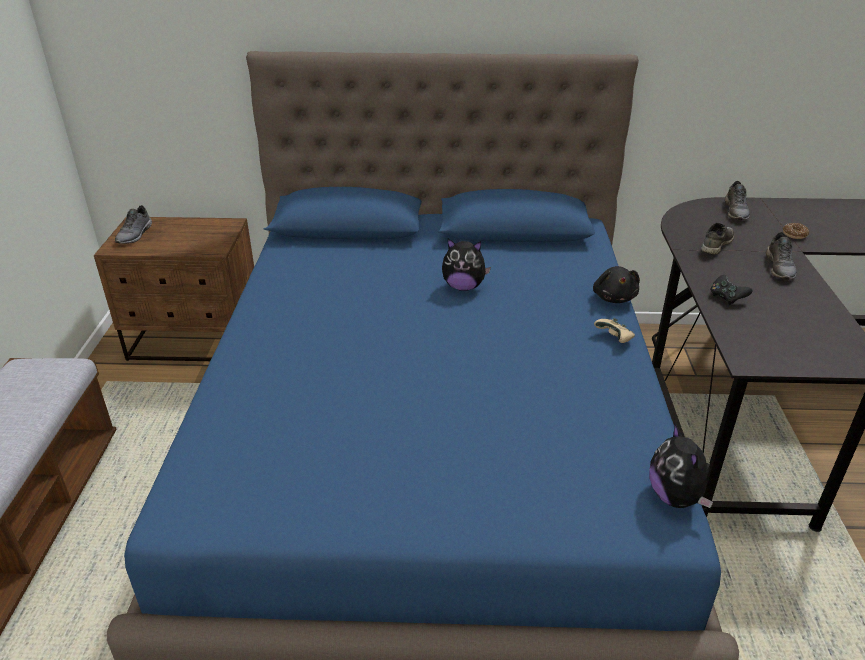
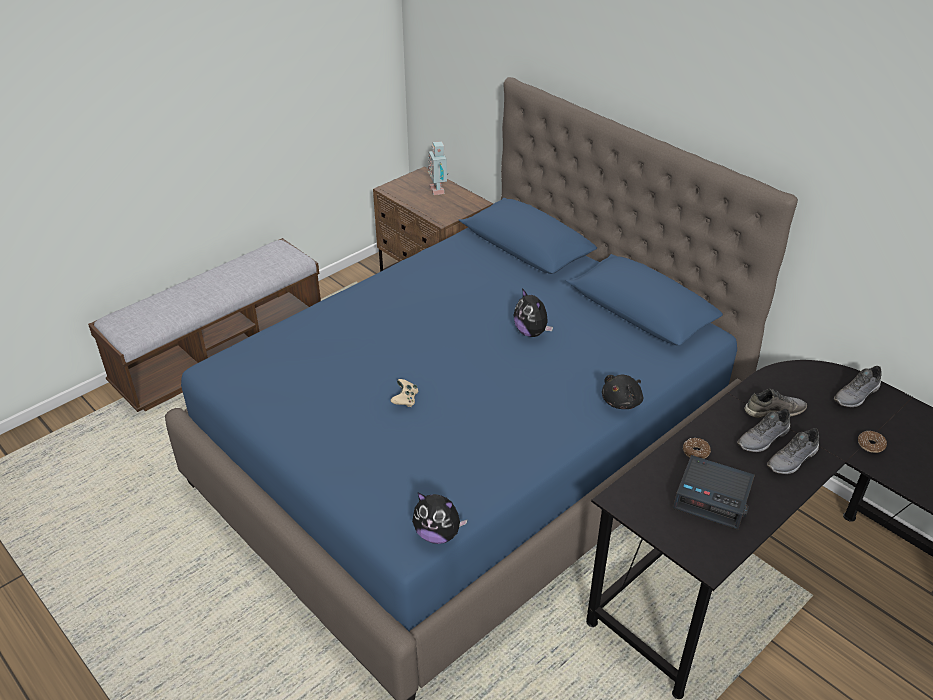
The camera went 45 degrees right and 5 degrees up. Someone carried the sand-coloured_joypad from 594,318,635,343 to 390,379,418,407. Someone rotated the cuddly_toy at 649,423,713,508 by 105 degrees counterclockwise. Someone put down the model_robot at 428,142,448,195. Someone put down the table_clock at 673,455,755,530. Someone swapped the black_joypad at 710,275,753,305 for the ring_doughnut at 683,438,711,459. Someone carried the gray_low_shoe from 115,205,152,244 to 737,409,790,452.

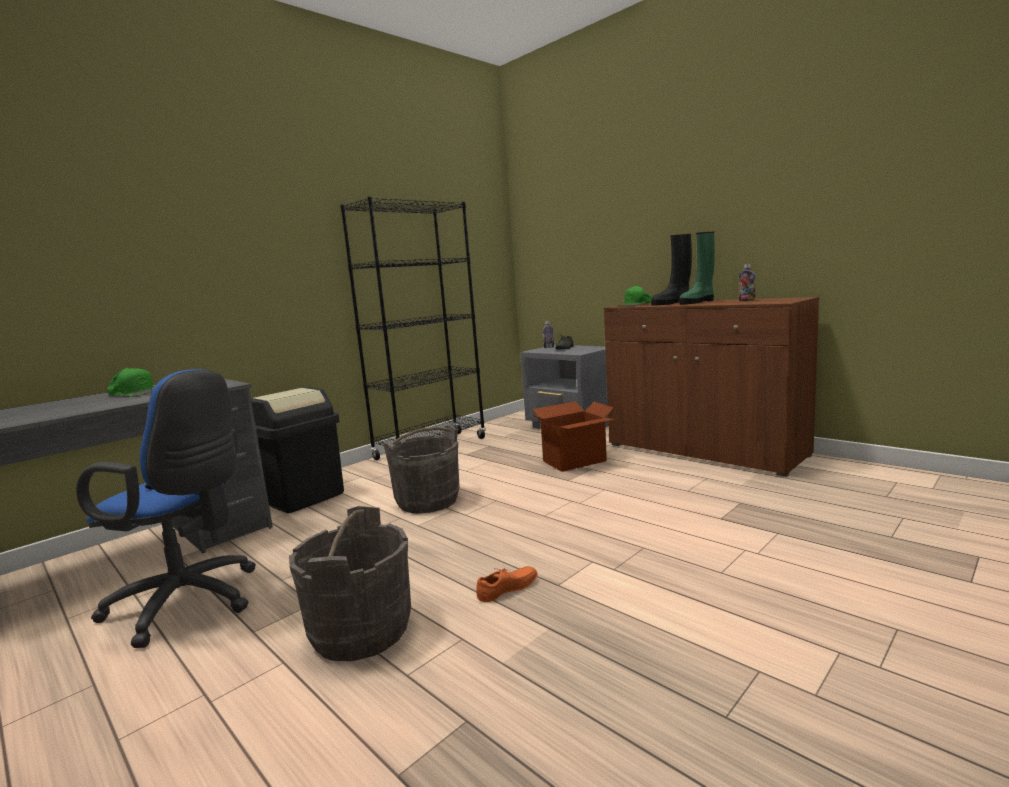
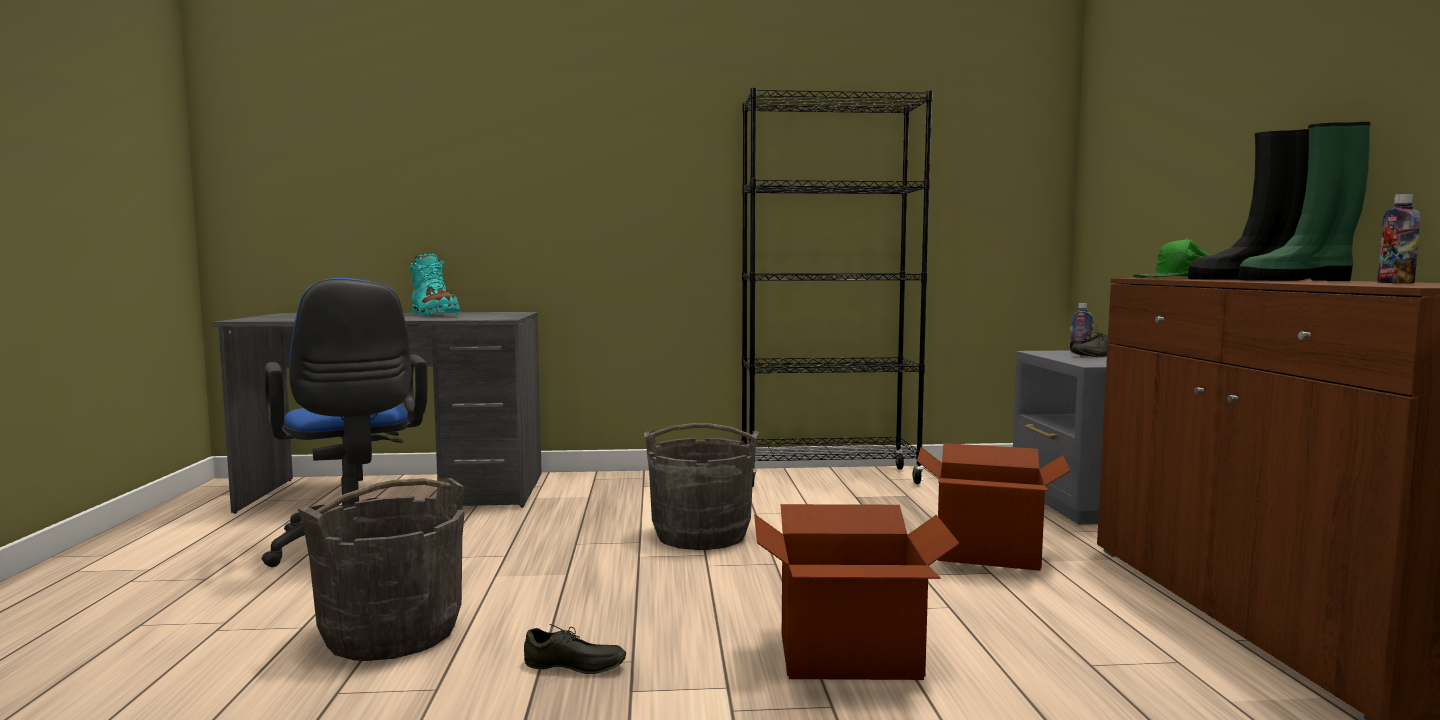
The camera went 40 degrees right and 5 degrees down. Someone swapped the green_peaked_cap at 107,368,155,397 for the turquoise_boot at 409,253,460,316. Someone repainted the orangey_low_shoe at 476,566,538,602, which became the gray_low_shoe at 524,624,626,674. Someone put down the packing_box at 754,504,960,680. Someone took away the black_trash_can at 251,387,344,513.

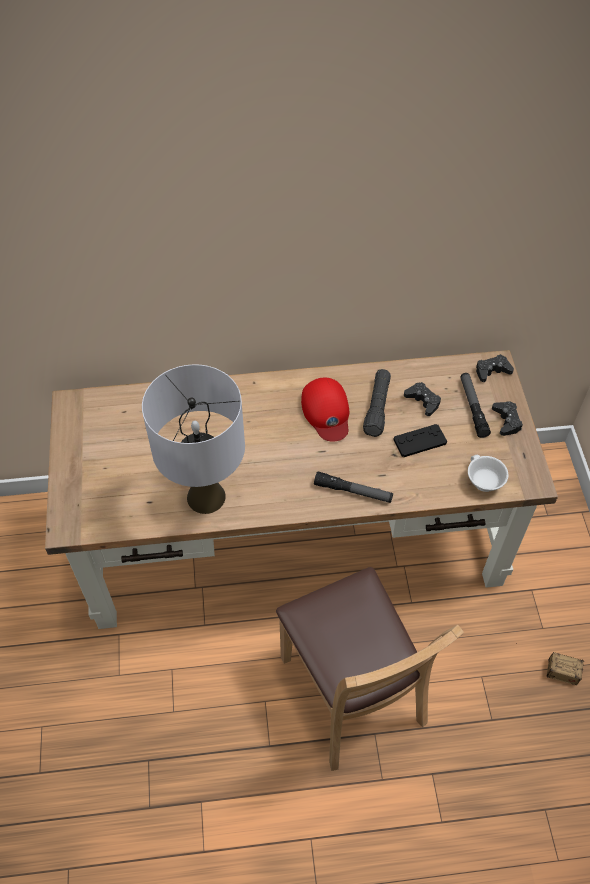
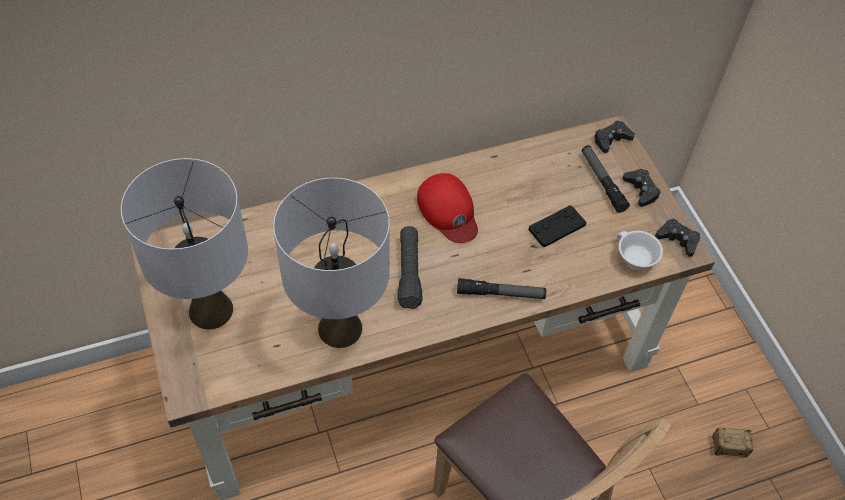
The camera went 15 degrees left and 0 degrees up. Someone put down the gray_lamp_for_a_table at 121,158,248,329. Someone carried the black_hand_torch from 363,369,391,437 to 398,226,422,309. Someone carried the black_joypad from 404,382,441,416 to 655,218,700,257.

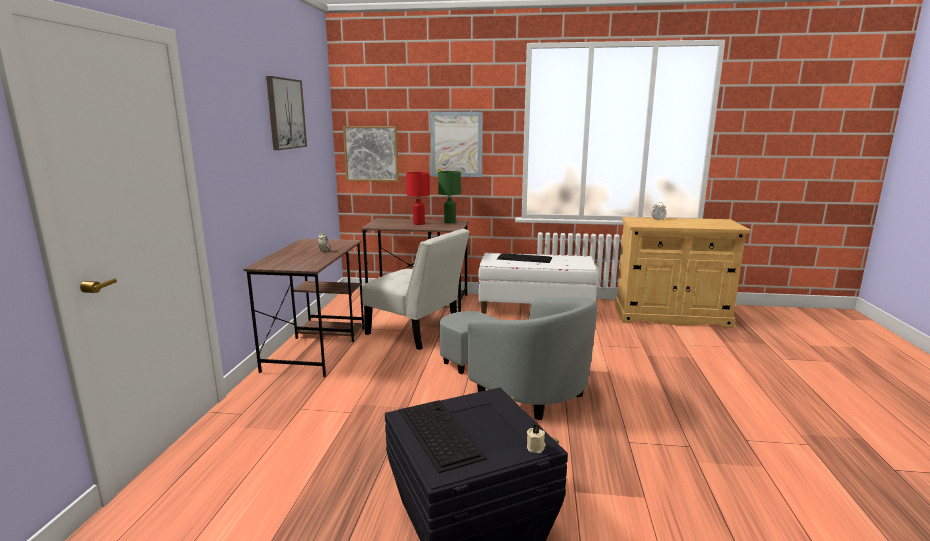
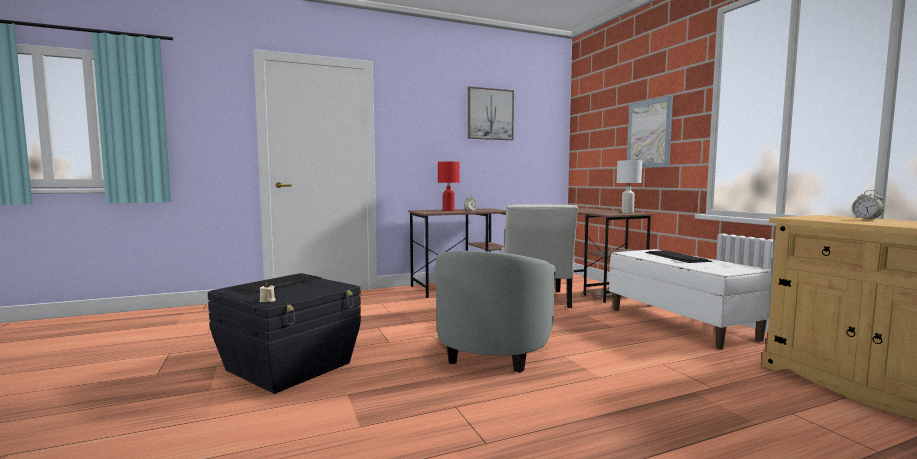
The camera went 60 degrees right and 10 degrees down. Someone carried the red_lamp_for_a_table from 406,172,430,225 to 438,162,460,211. Someone repainted the green_lamp_for_a_table at 438,171,461,223, which became the white-coloured_lamp_for_a_table at 617,160,642,213. Someone took away the picture at 343,126,399,182.

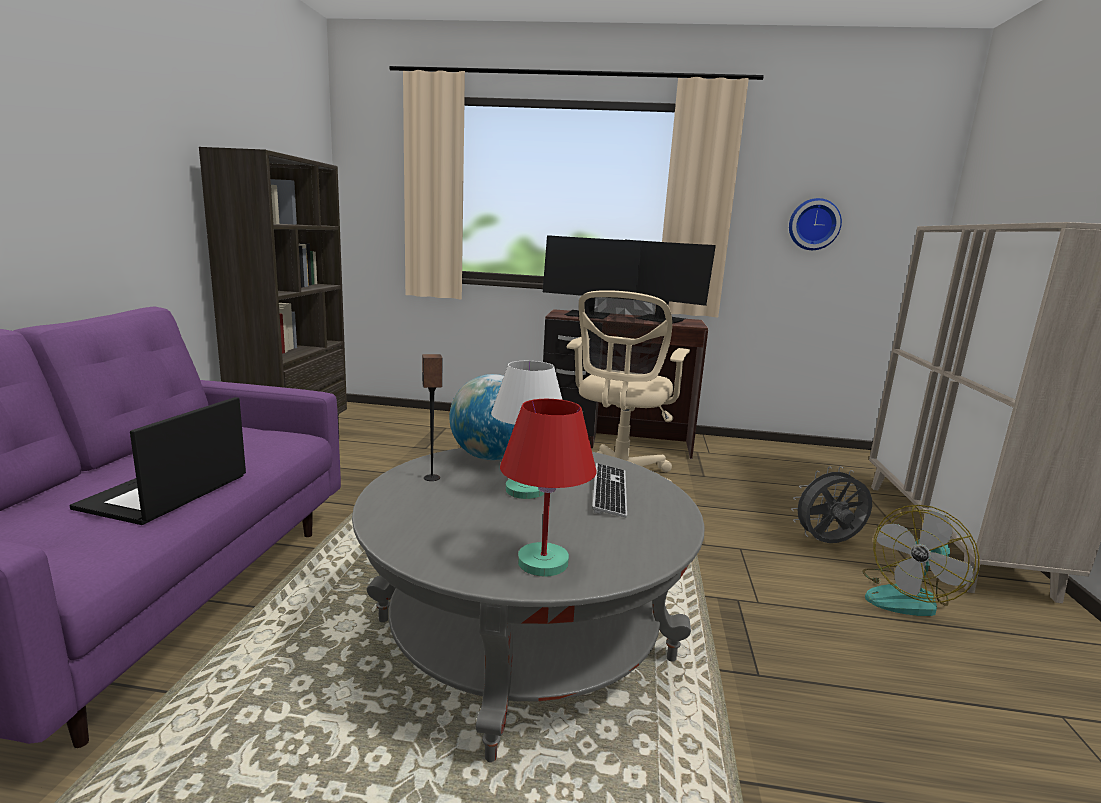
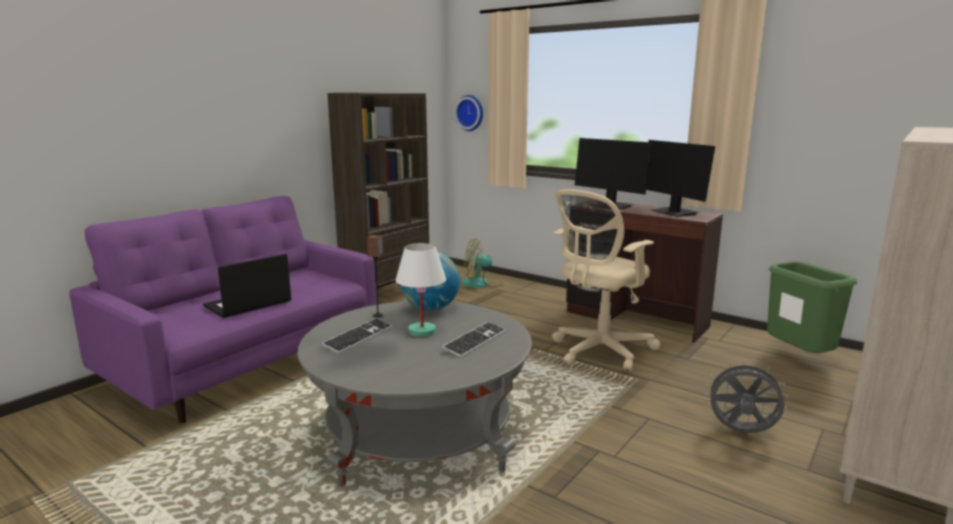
The camera went 30 degrees right and 0 degrees up. Someone put down the keyboard at 321,318,392,353. Someone carried the hanging_clock from 789,198,842,250 to 454,95,483,131. Someone carried the cooling_fan from 862,505,980,616 to 461,238,503,288. Someone put down the green_trash_can at 767,261,857,353. Someone took away the red_lamp_for_a_table at 500,399,597,577.

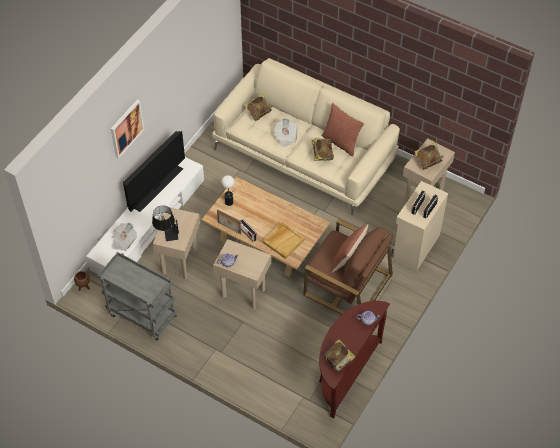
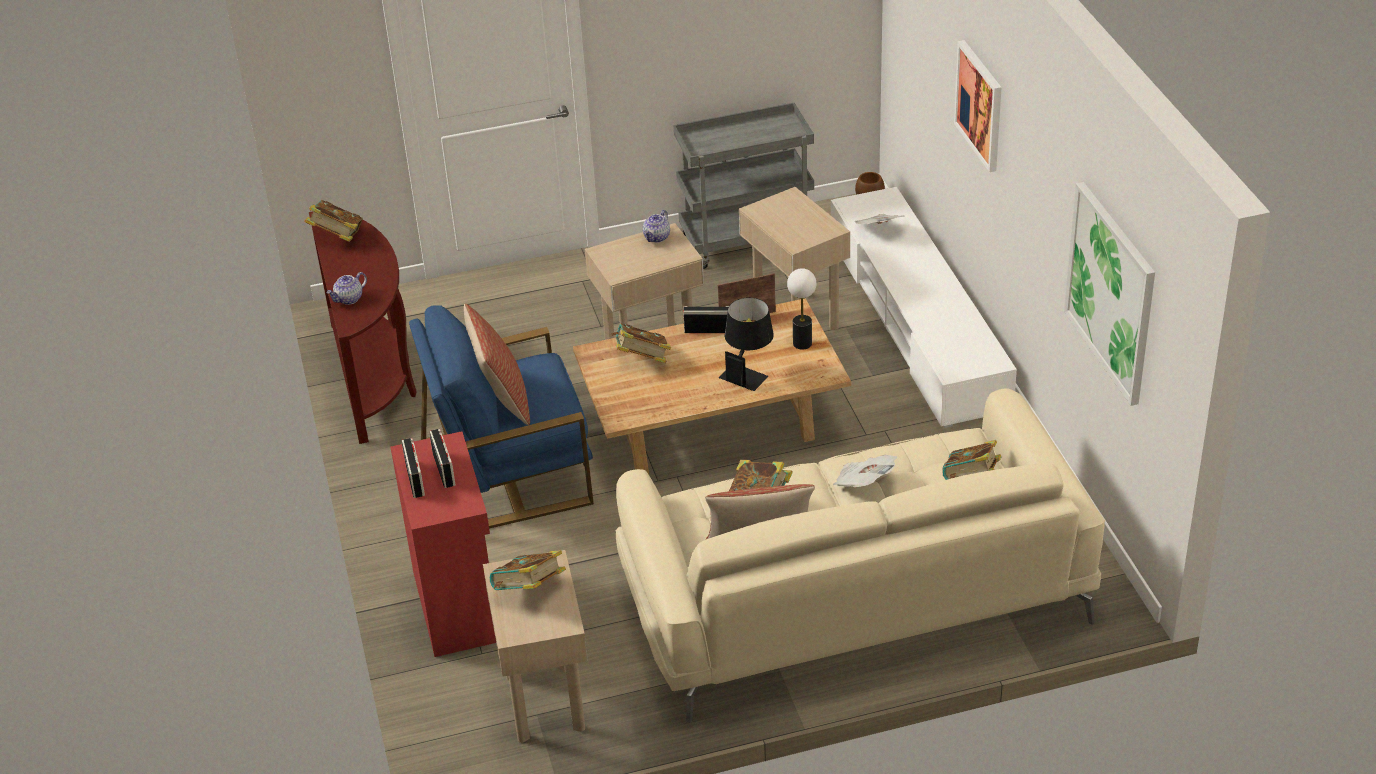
The camera went 135 degrees right and 15 degrees down. Someone repainted the sand-coloured_cabinet at 391,181,448,271, which became the red_cabinet at 391,431,496,657. Someone repainted the brown-coloured_armchair at 303,219,393,315, which became the blue-coloured_armchair at 409,305,594,529. Someone swapped the sand-coloured_serving_tray at 262,222,305,259 for the volume at 612,324,671,363. Someone carried the black_lamp_for_a_table from 152,205,179,241 to 719,297,774,391. Someone put up the picture at 1064,182,1155,406. Someone took away the TV at 123,131,185,212.

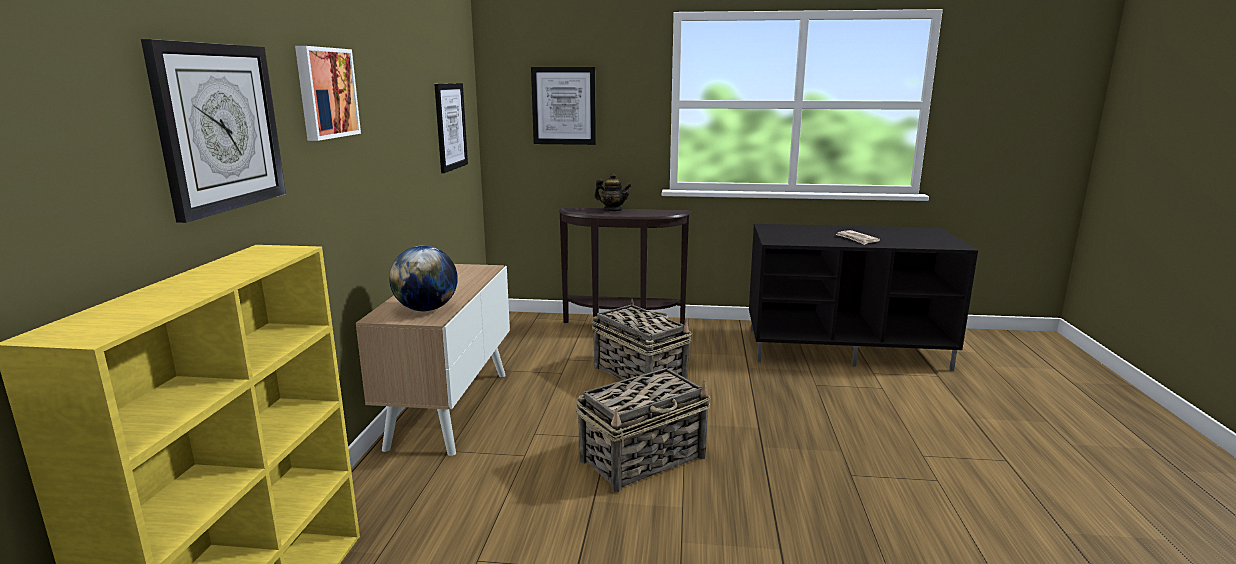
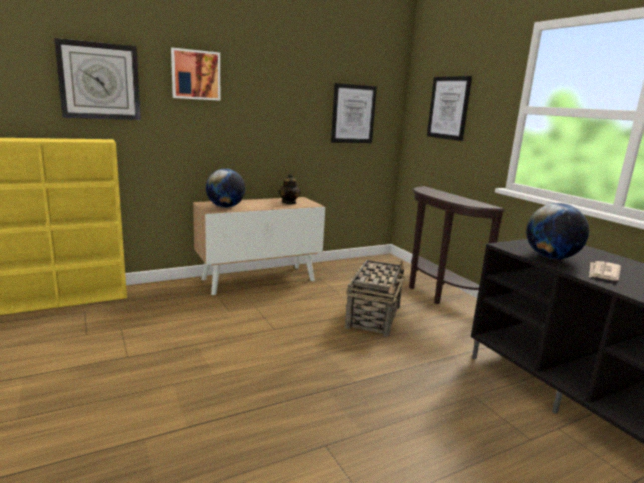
The camera went 55 degrees right and 0 degrees up. Someone carried the tea_pot from 594,173,631,211 to 278,173,301,204. Someone put down the globe at 526,203,589,259. Someone took away the household_basket at 576,368,711,492.

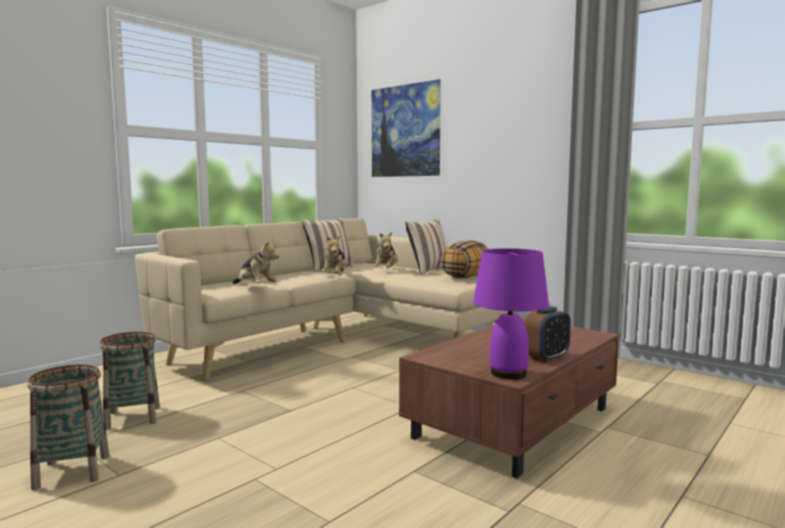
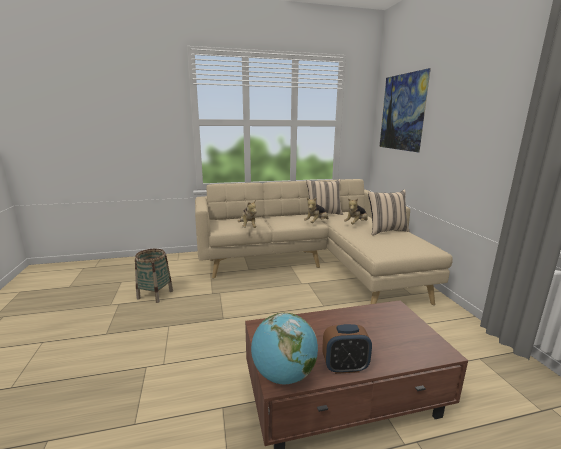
The camera went 35 degrees right and 10 degrees up. Someone swapped the purple_lamp_for_a_table at 473,248,549,380 for the globe at 251,313,318,384. Someone took away the household_basket at 27,364,109,490. Someone took away the cushion at 440,240,488,278.

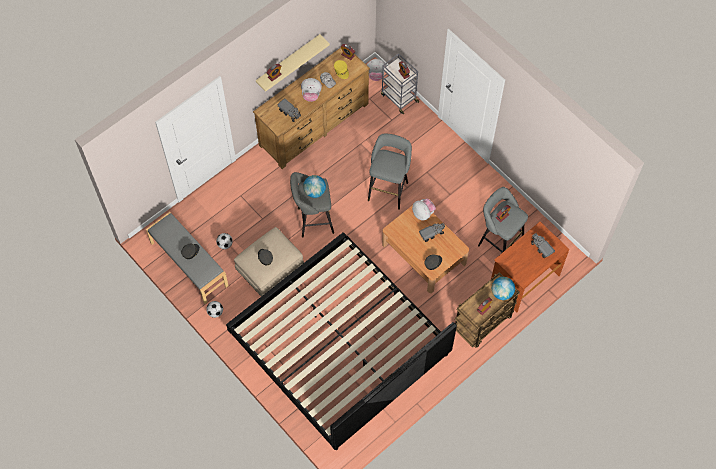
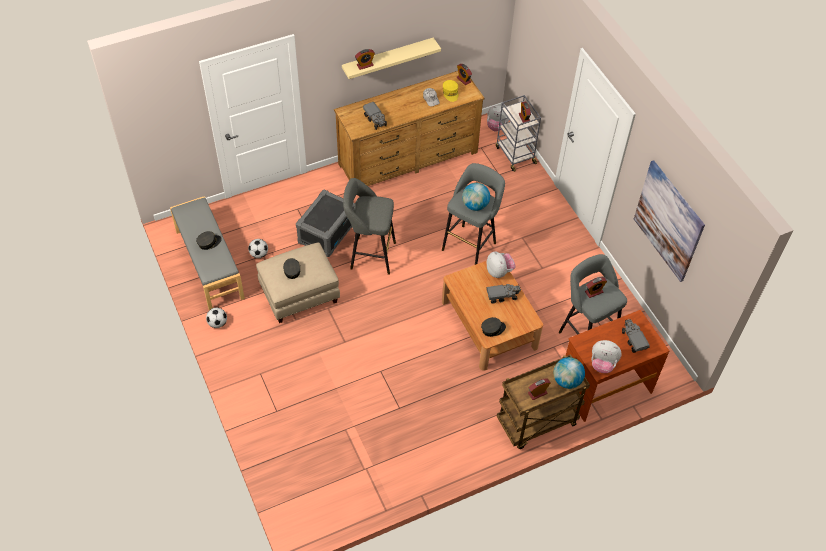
The camera went 15 degrees right and 10 degrees down. Someone put down the gray_storage_container at 296,190,355,257. Someone carried the globe from 303,175,326,198 to 462,183,490,211. Someone carried the cuddly_toy from 301,78,322,102 to 591,340,622,373. Someone put up the picture at 634,160,705,282. Someone took away the bed at 226,232,457,450.

